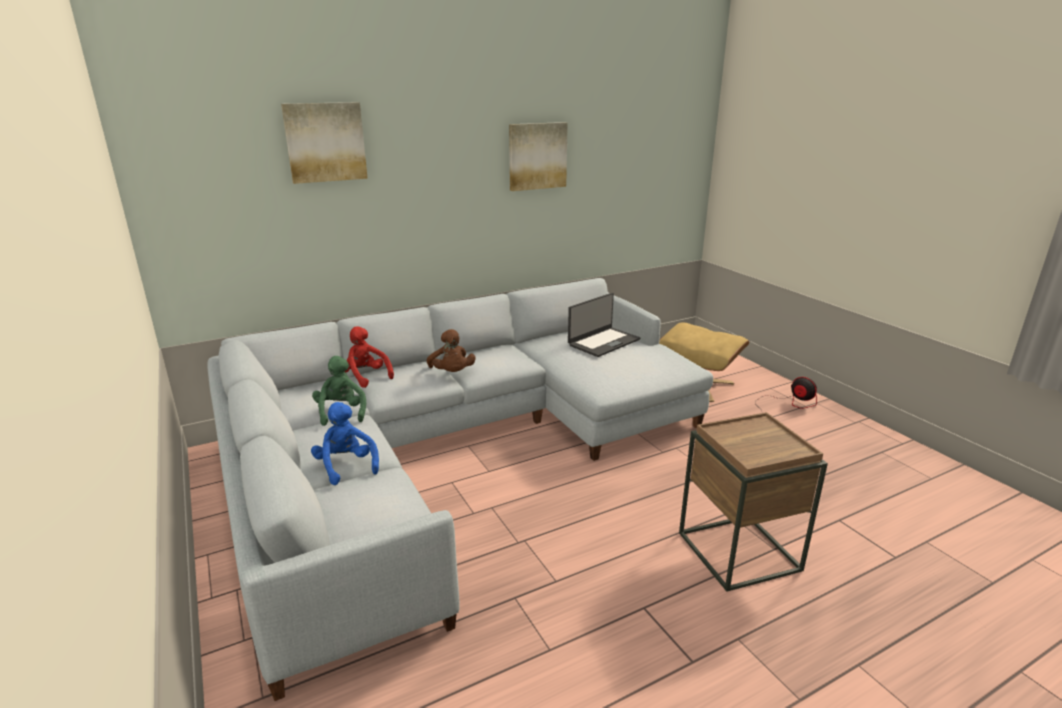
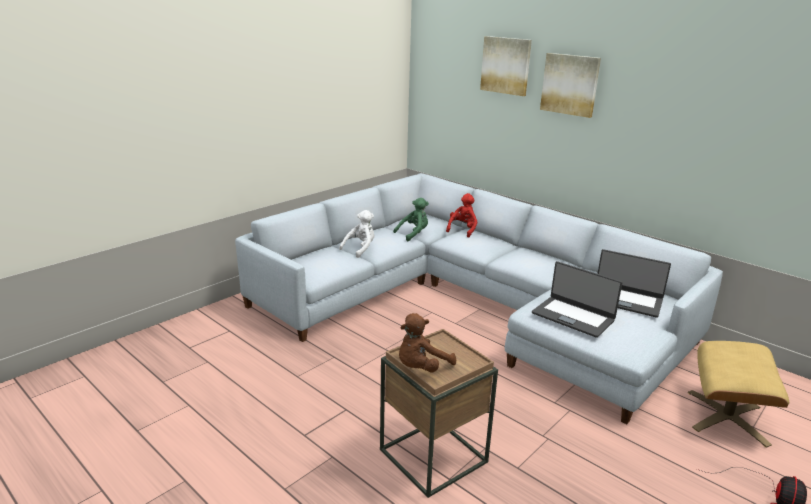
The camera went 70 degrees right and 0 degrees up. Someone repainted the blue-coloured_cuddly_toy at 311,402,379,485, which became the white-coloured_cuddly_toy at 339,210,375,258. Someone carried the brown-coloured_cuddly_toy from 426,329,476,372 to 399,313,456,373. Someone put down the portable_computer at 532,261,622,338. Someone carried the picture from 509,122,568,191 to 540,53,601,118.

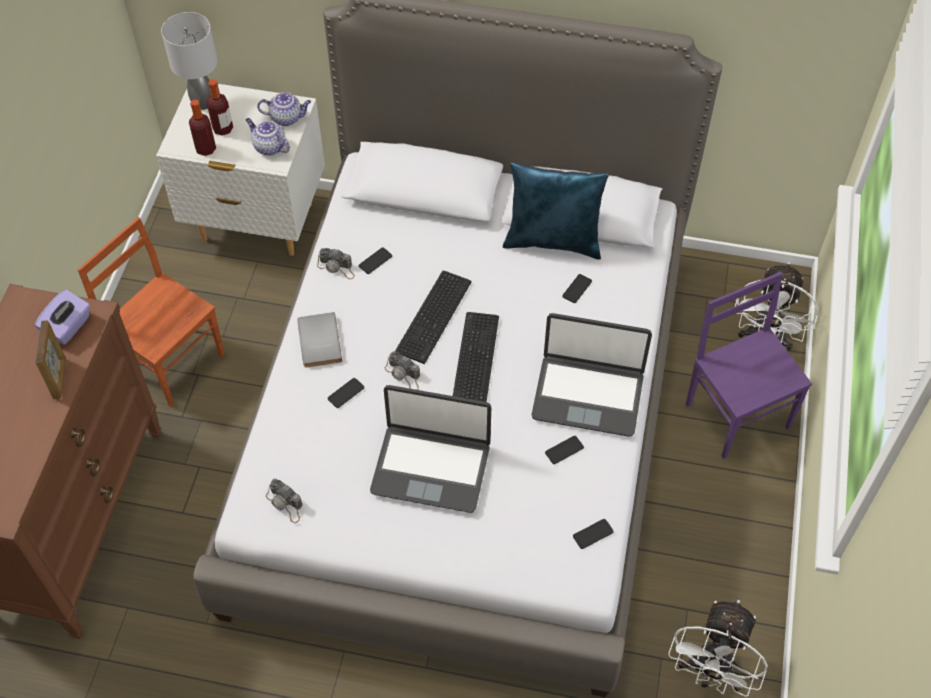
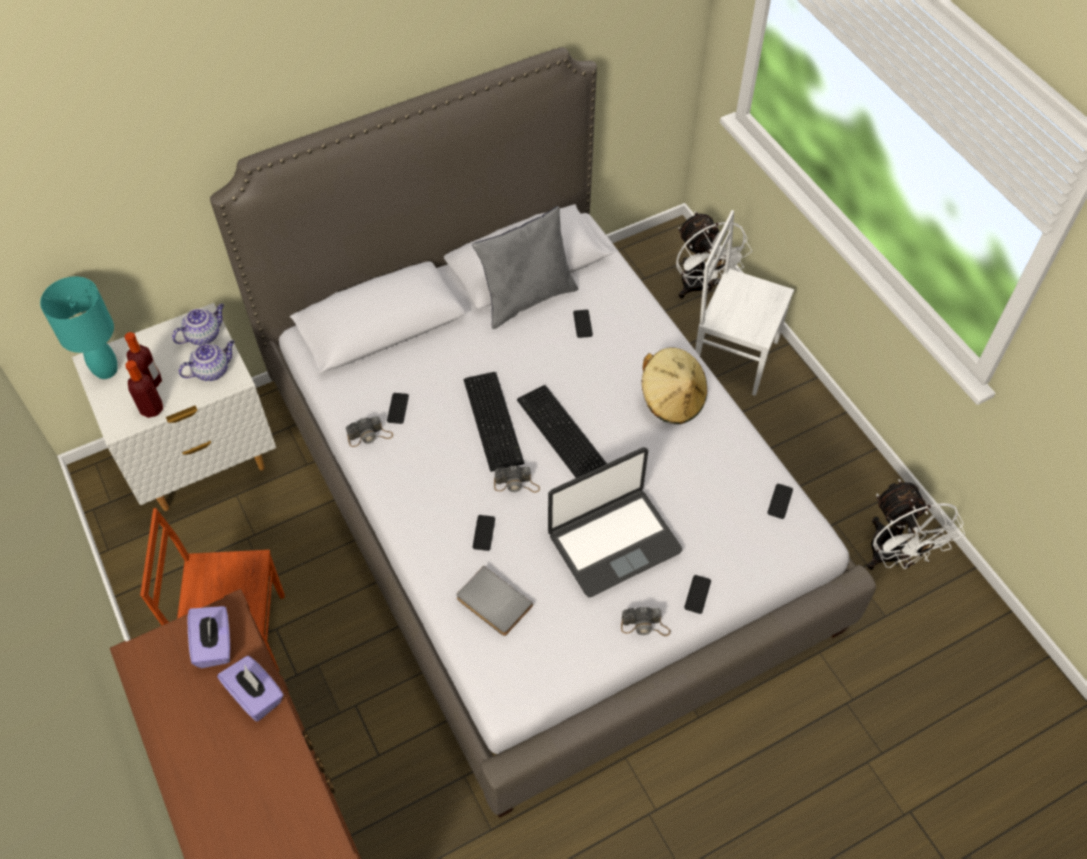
The camera went 40 degrees left and 0 degrees up. Someone repainted the gray_lamp_for_a_table at 161,12,217,110, which became the turquoise_lamp_for_a_table at 40,277,118,379. Someone rotated the tea_pot at 246,118,290,156 by 150 degrees clockwise. Someone swapped the standing_frame at 35,320,66,399 for the purple_tissue_box at 217,656,284,721. Someone carried the gray_volume from 297,312,342,368 to 457,566,533,636. Someone repainted the blue-coloured_cushion at 503,162,609,259, which became the gray_cushion at 472,206,578,329. Someone carried the photo_camera from 266,479,303,523 to 621,607,670,636. Someone swapped the portable_computer at 531,313,652,437 for the sand-coloured_hat at 642,348,707,424. Someone carried the handset from 545,436,584,464 to 684,575,711,614. Someone repainted the purple_upright_chair at 686,272,812,459, which became the white-coloured_upright_chair at 695,210,794,396.

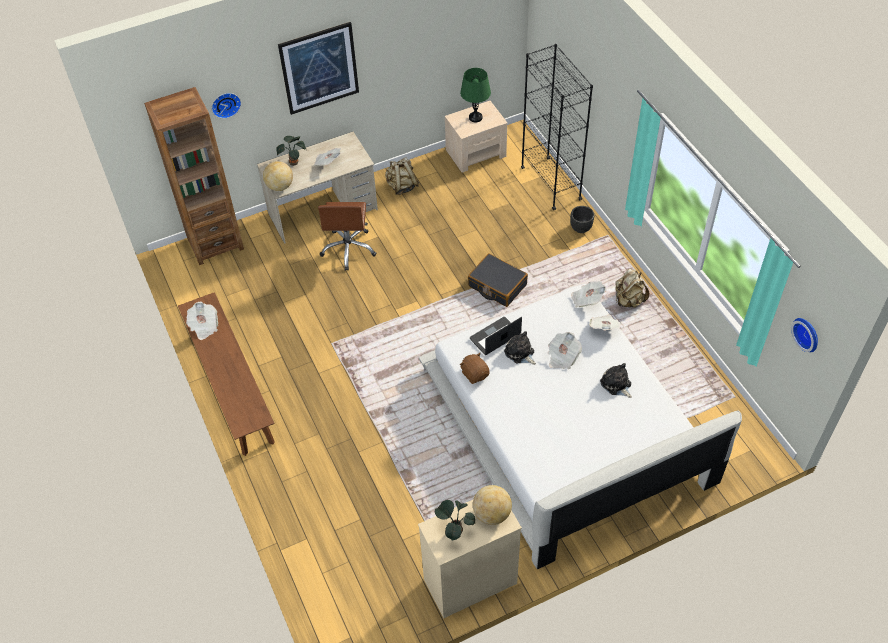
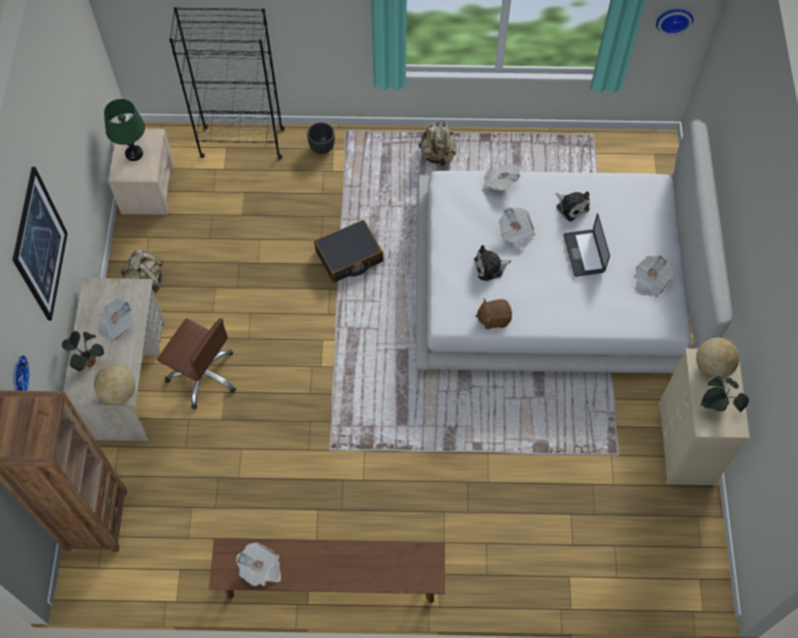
The camera went 65 degrees left and 10 degrees up. Someone rotated the cuddly_toy at 600,363,632,398 by 120 degrees counterclockwise. Someone carried the portable_computer from 470,317,522,355 to 564,213,610,277. Someone carried the daily_paper from 571,281,606,308 to 634,255,674,297.

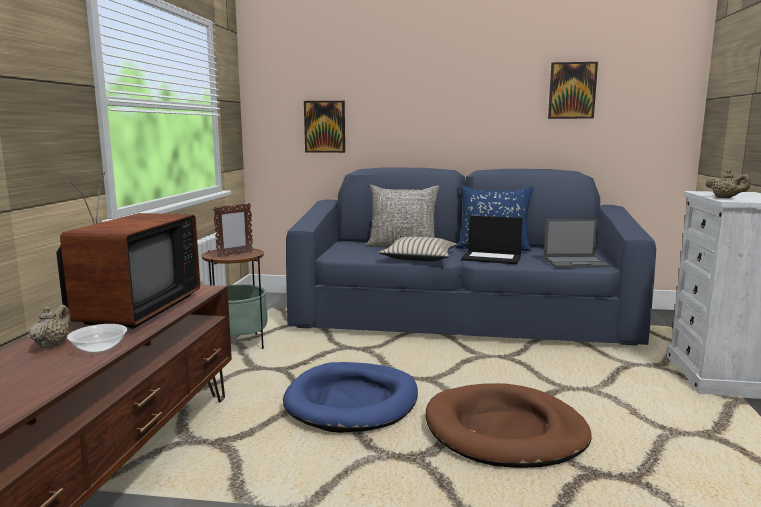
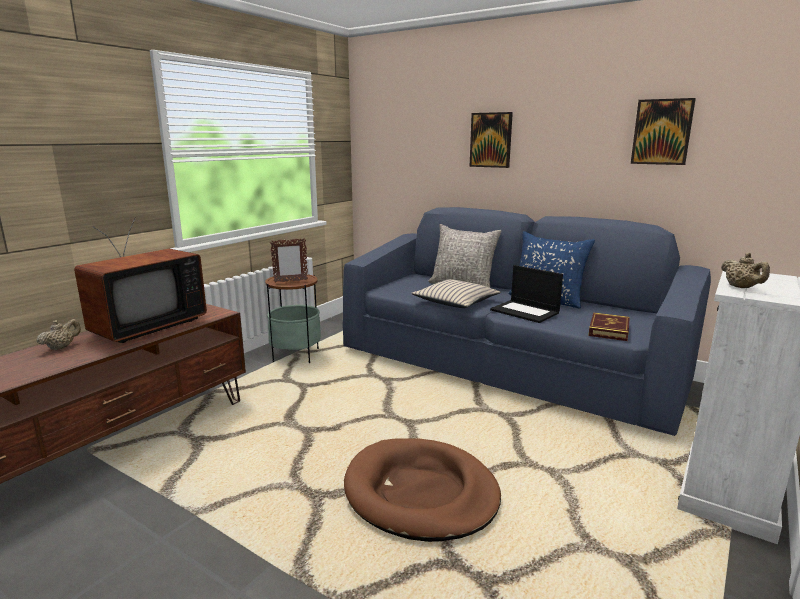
The camera went 25 degrees right and 5 degrees up. Someone carried the picture from 304,101,345,153 to 470,112,513,168. Someone swapped the portable_computer at 544,219,610,267 for the volume at 588,312,630,341. Someone took away the deep_dish at 67,324,127,353. Someone took away the blue-coloured_dog_bed at 283,362,418,433.

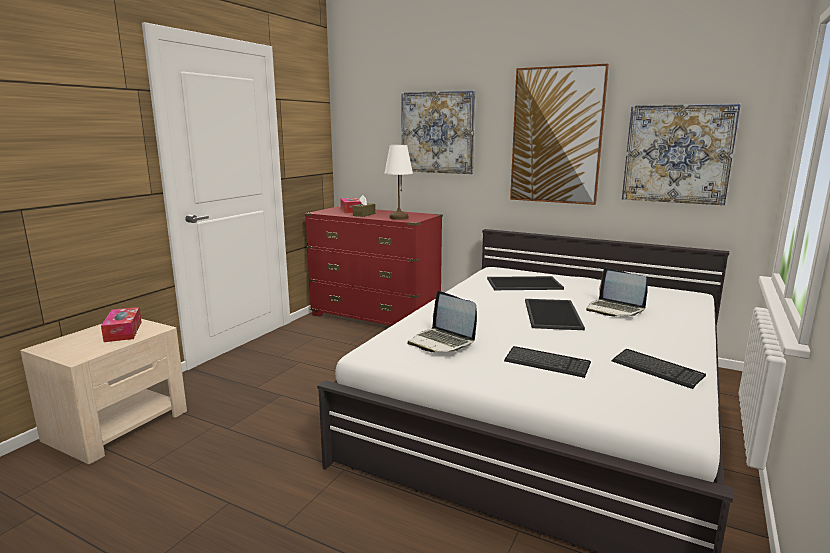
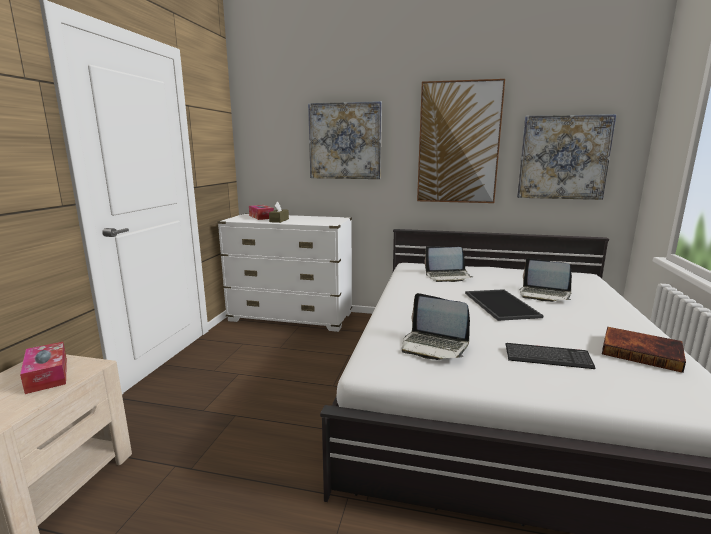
The camera went 15 degrees left and 0 degrees up. Someone repainted the red_dresser at 305,206,443,326, which became the white-coloured_dresser at 217,214,352,332. Someone swapped the serving_tray at 487,276,564,290 for the portable_computer at 424,246,473,282. Someone swapped the keyboard at 612,349,706,389 for the volume at 602,327,686,373. Someone took away the white-coloured_lamp_for_a_table at 384,145,413,220.

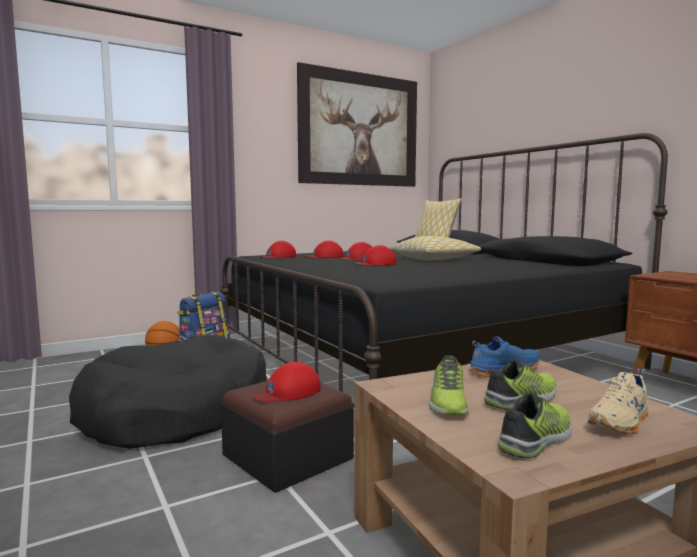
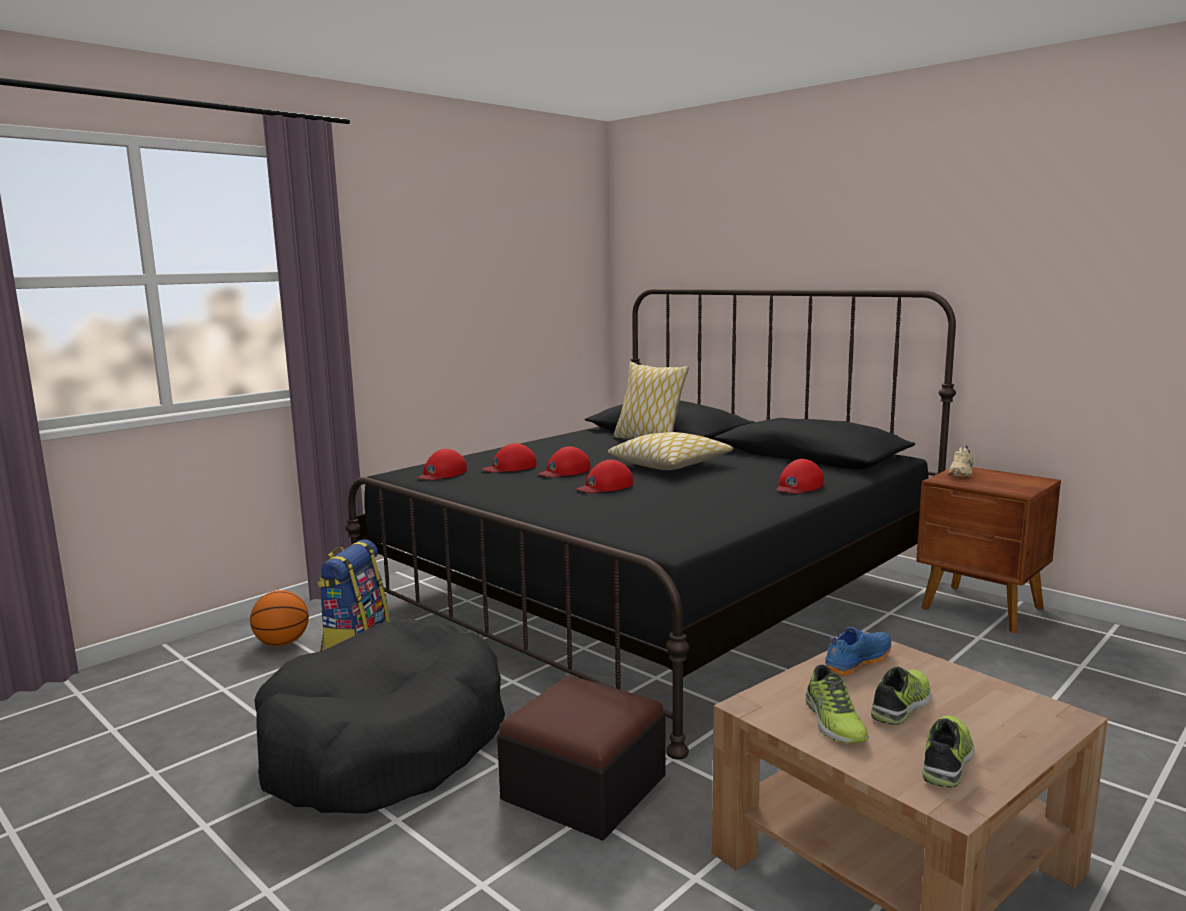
The camera went 15 degrees left and 5 degrees up. Someone carried the red_peaked_cap from 252,362,321,403 to 776,459,824,494. Someone carried the sand-coloured_low_shoe from 587,368,648,434 to 948,446,973,477. Someone took away the picture at 297,62,417,187.

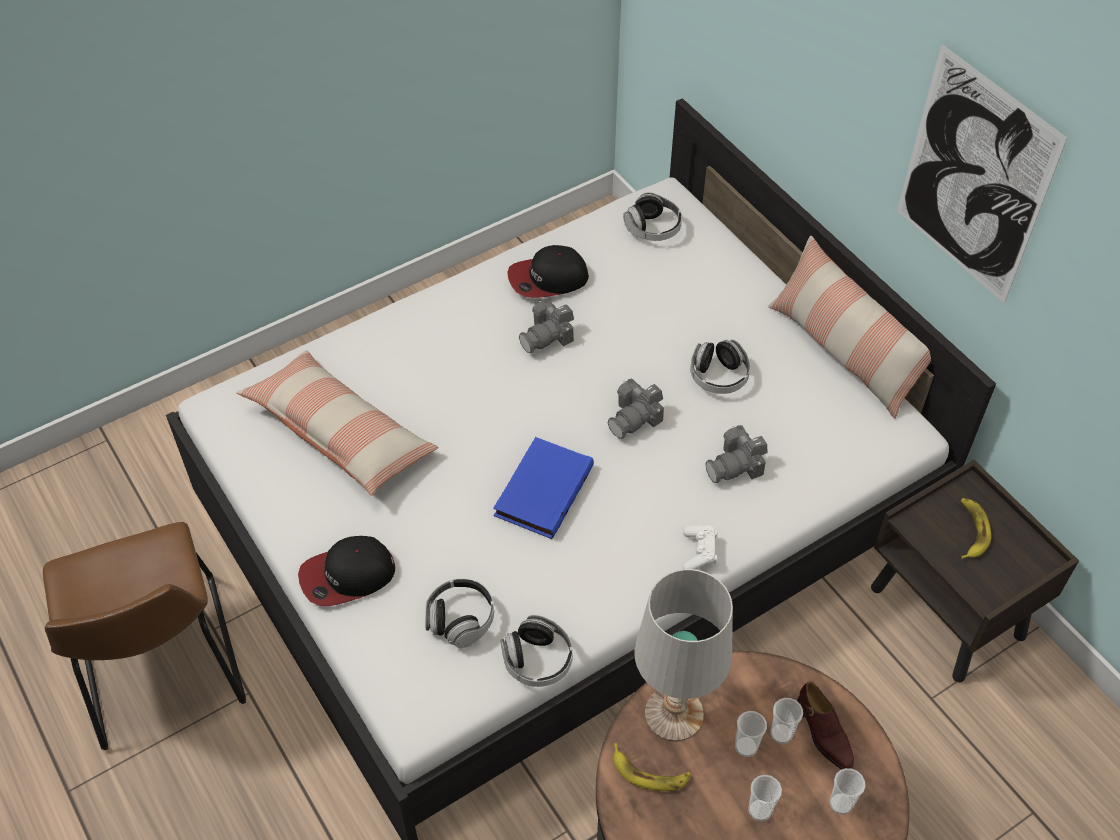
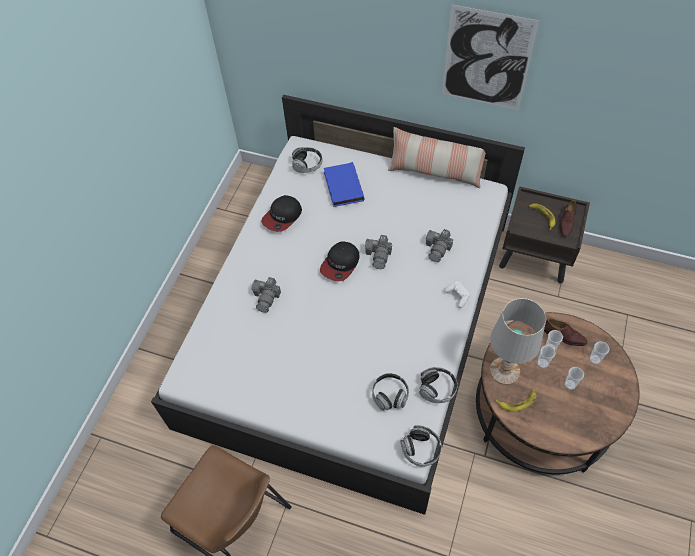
The camera went 35 degrees left and 5 degrees up. Someone carried the photo_camera from 519,299,574,353 to 252,277,281,313. Someone carried the peaked_cap from 298,536,396,606 to 320,241,359,282. Someone carried the blue-coloured_volume from 493,437,594,539 to 324,162,364,207. Someone carried the pair_of_headphones from 690,340,750,394 to 401,425,442,467. Someone put down the brown-coloured_low_shoe at 559,200,576,237. Someone took away the cushion at 236,350,438,496.

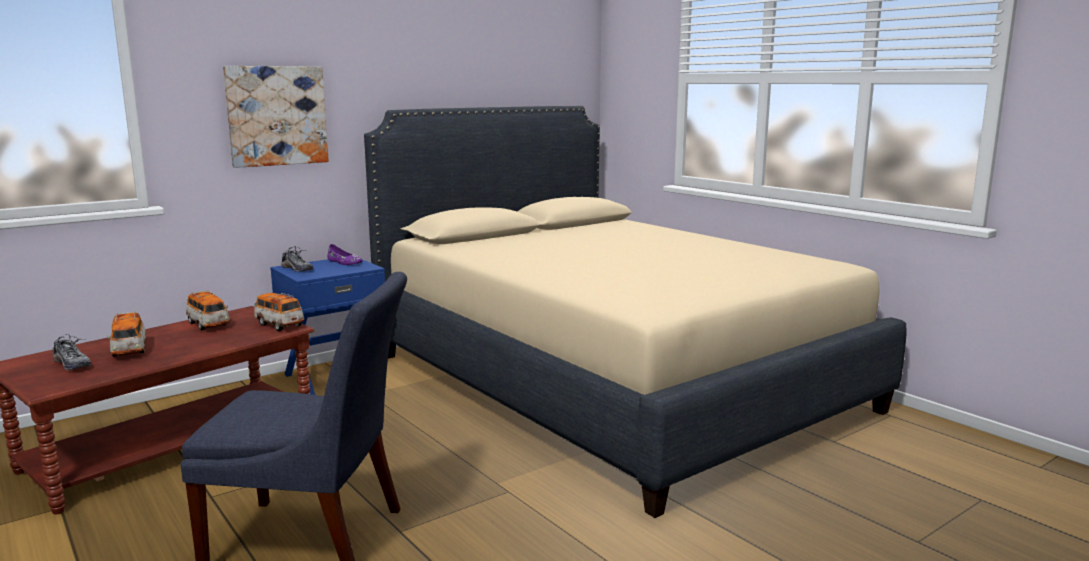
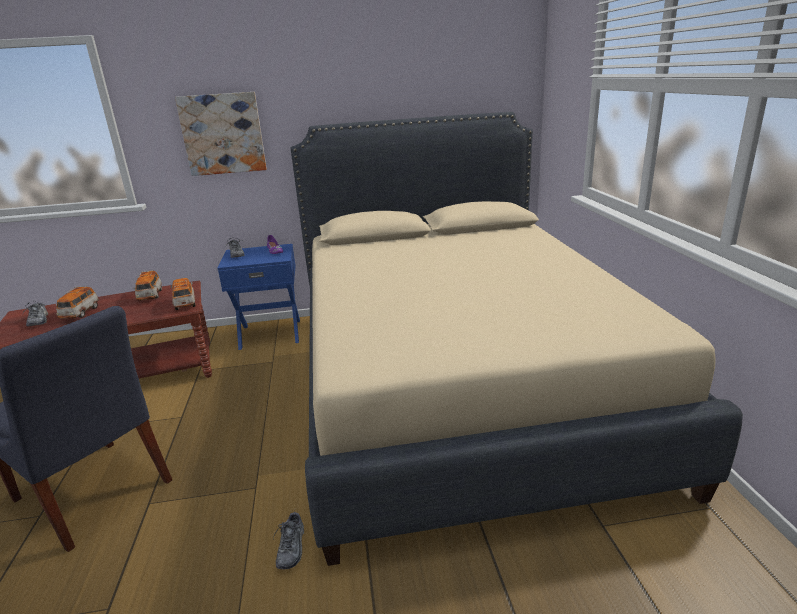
The camera went 30 degrees right and 10 degrees up. Someone put down the low_shoe at 273,512,304,569.

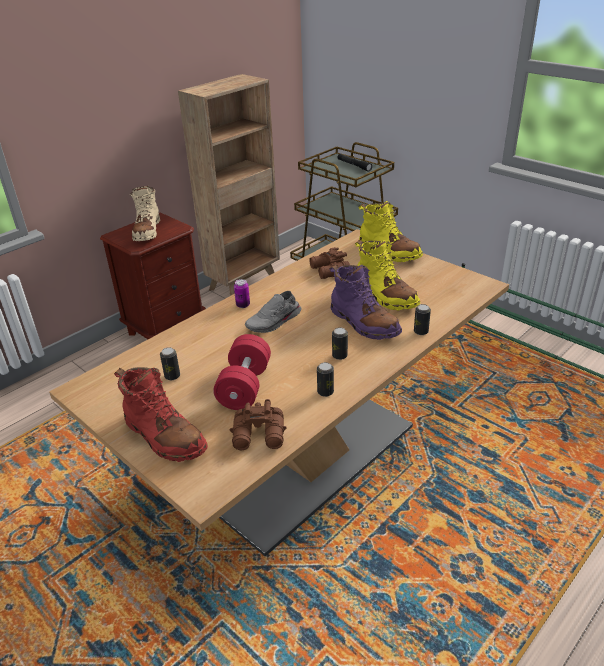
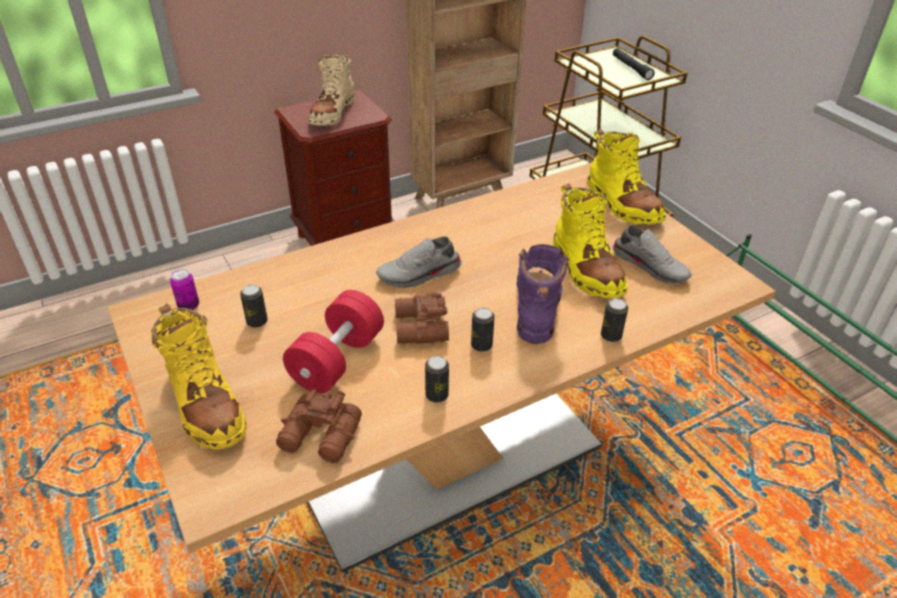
The camera went 15 degrees right and 5 degrees up. Someone repainted the red_boot at 114,367,208,462, which became the yellow_boot at 151,304,247,450. Someone carried the metal_can from 234,279,250,308 to 170,269,199,310. Someone carried the brown-coloured_binoculars from 309,247,350,279 to 395,292,449,344. Someone rotated the purple_boot at 330,265,402,340 by 150 degrees counterclockwise. Someone put down the gray_low_shoe at 612,225,692,284.

